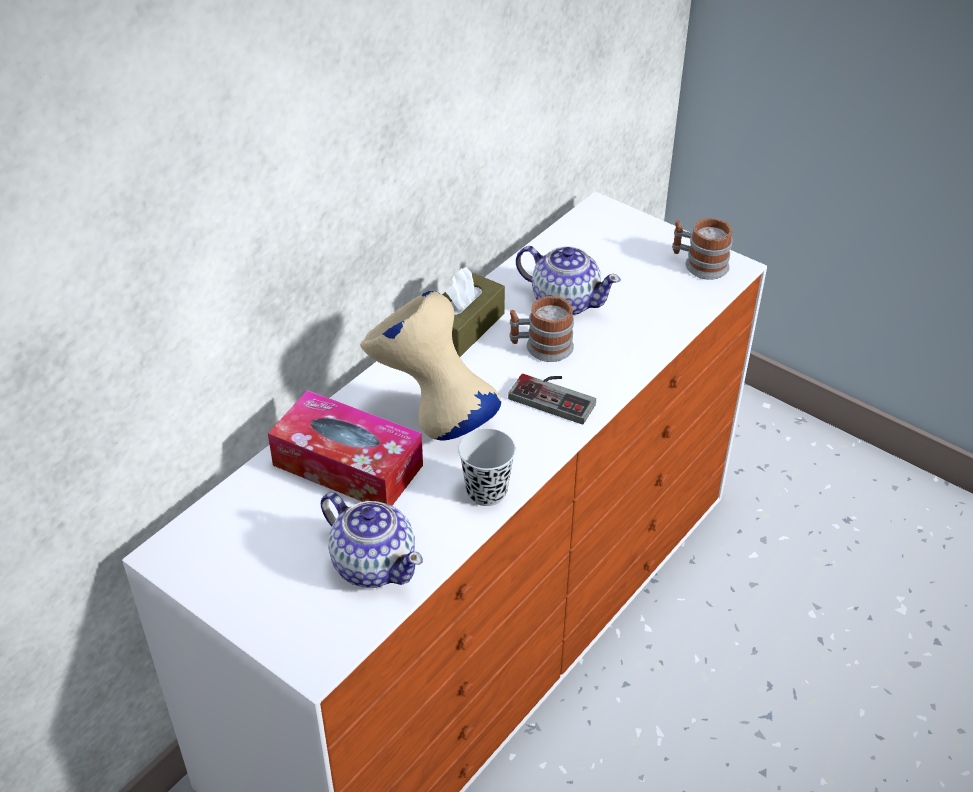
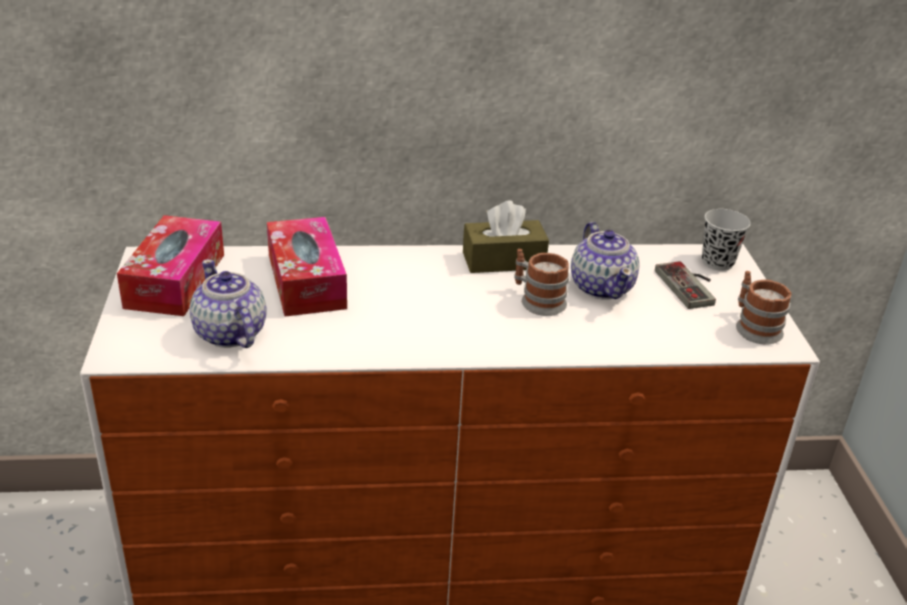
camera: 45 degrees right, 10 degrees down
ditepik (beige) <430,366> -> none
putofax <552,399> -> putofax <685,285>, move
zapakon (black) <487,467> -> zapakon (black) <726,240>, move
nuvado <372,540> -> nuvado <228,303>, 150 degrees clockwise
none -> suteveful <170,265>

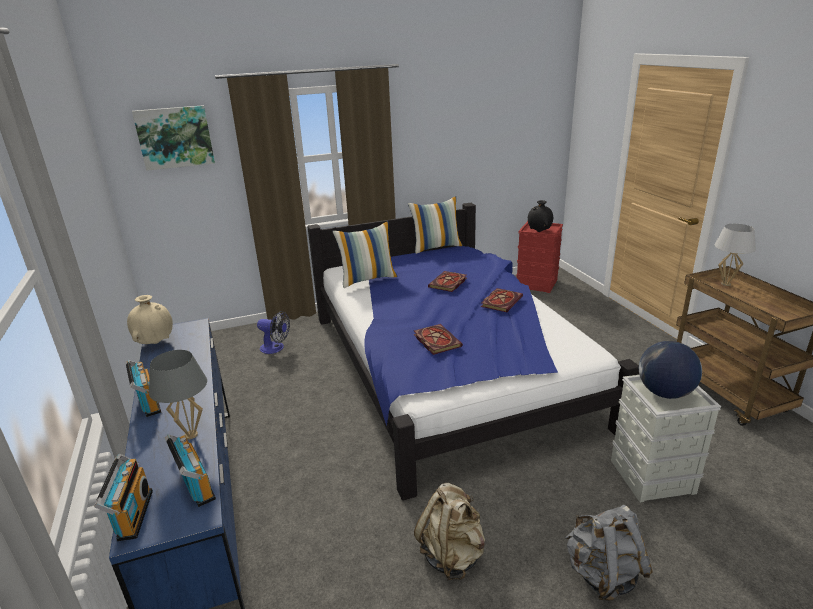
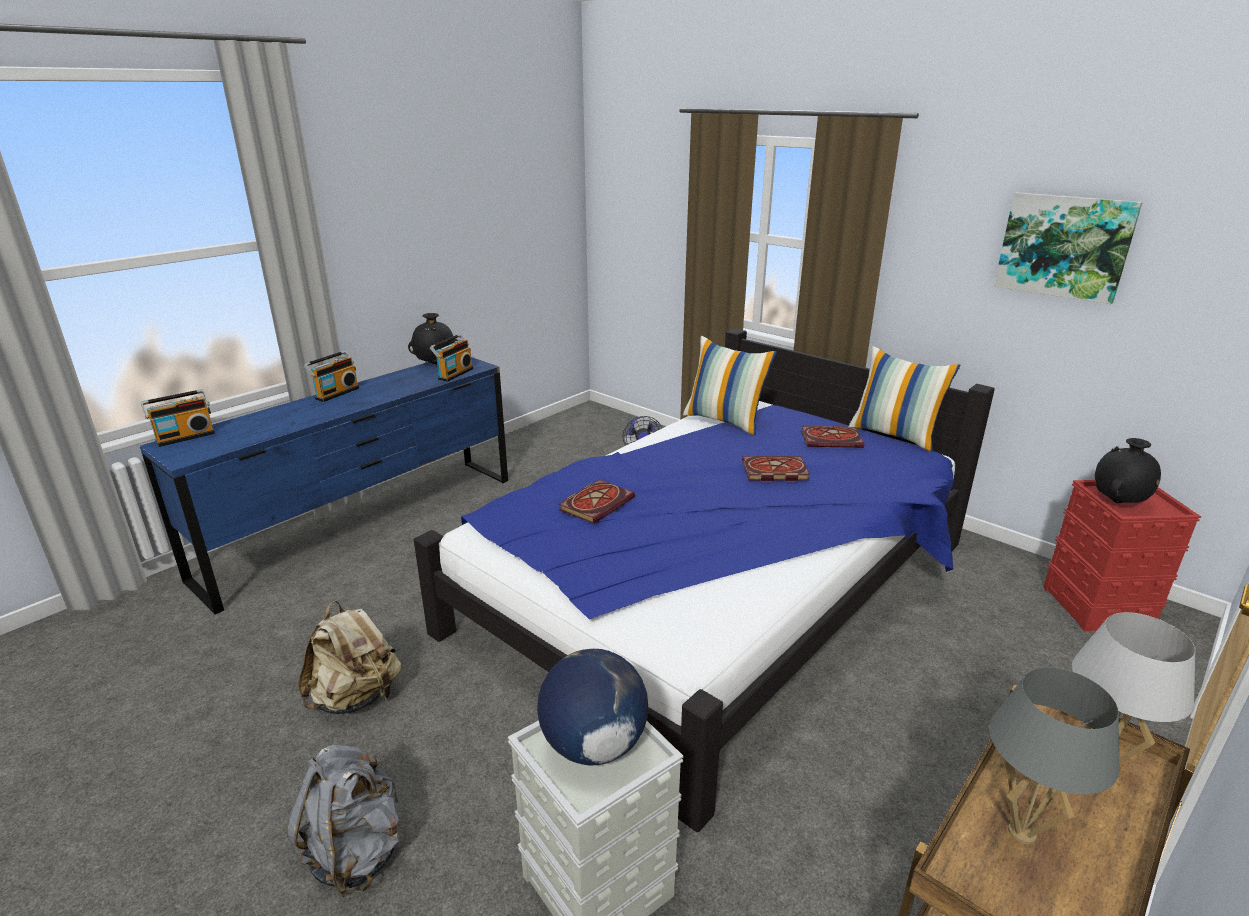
camera: 60 degrees right, 0 degrees up
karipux <173,138> -> karipux <1068,248>, move
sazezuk <502,300> -> sazezuk <832,437>, move
ditepik (beige) <150,319> -> ditepik (black) <433,339>
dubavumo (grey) <178,394> -> dubavumo (grey) <1054,755>, move
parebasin <190,470> -> parebasin <451,358>, move

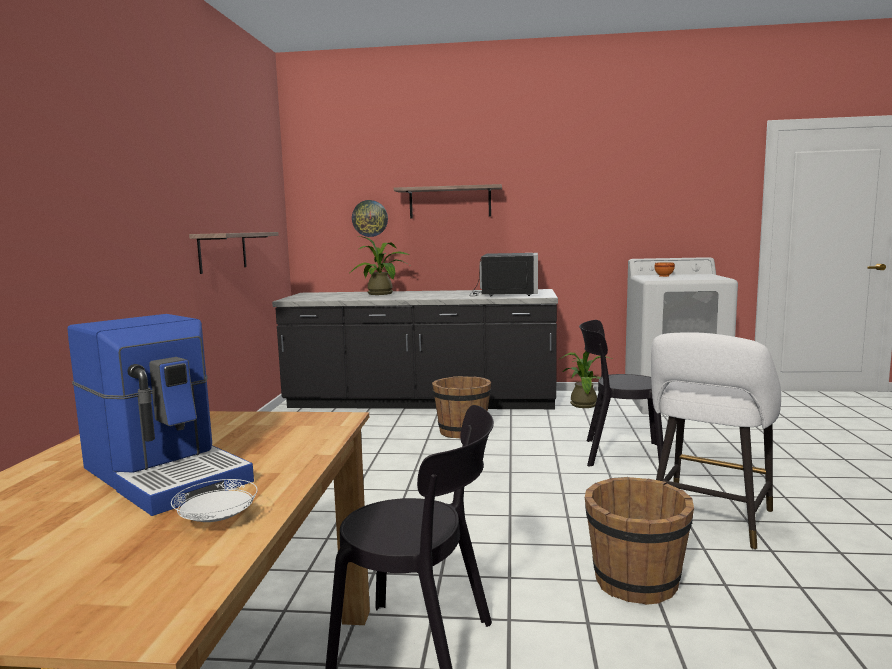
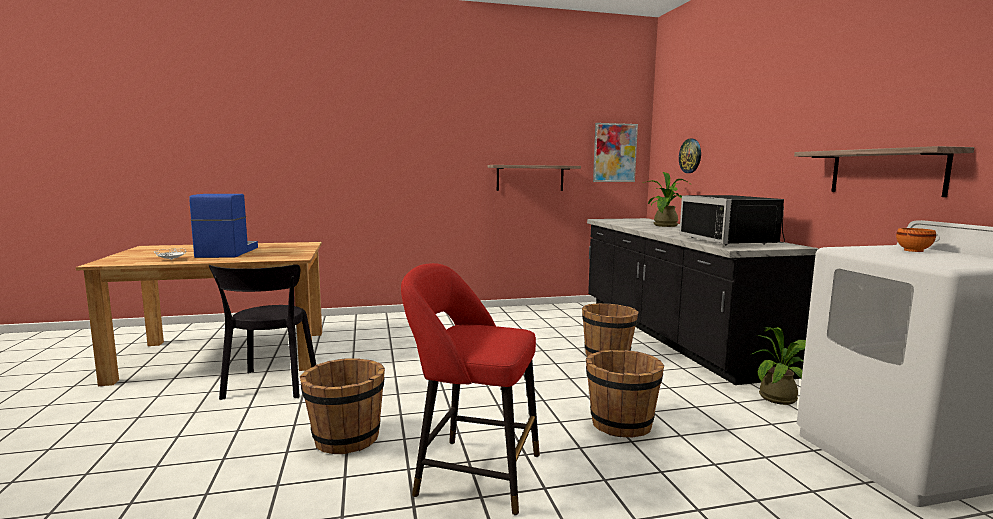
camera: 70 degrees right, 0 degrees up
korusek <448,201> -> korusek <884,171>, move
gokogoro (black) <503,274> -> gokogoro (black) <732,220>, 90 degrees clockwise
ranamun <161,415> -> ranamun <223,226>, 150 degrees clockwise
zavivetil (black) <621,393> -> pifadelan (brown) <625,393>
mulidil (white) <716,441> -> mulidil (red) <470,389>
none -> karipux <615,152>

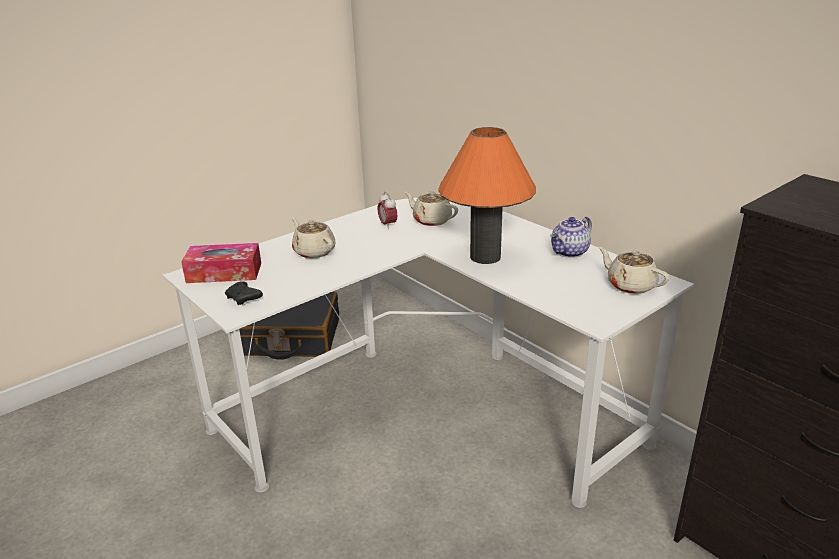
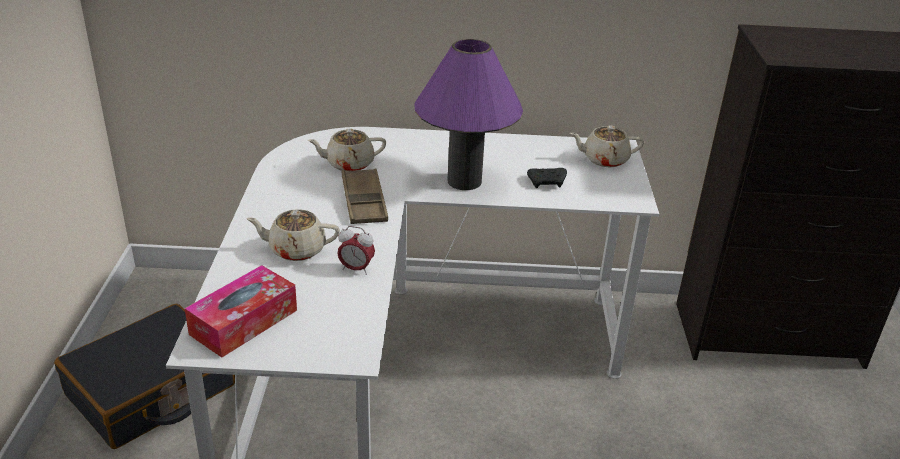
camera: 50 degrees left, 5 degrees up
dubavumo (orange) <487,195> -> dubavumo (purple) <468,114>
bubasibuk <387,210> -> bubasibuk <356,250>, move
nuvado <571,237> -> none
putofax (black) <244,293> -> putofax (black) <547,178>, move
none -> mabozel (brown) <365,196>

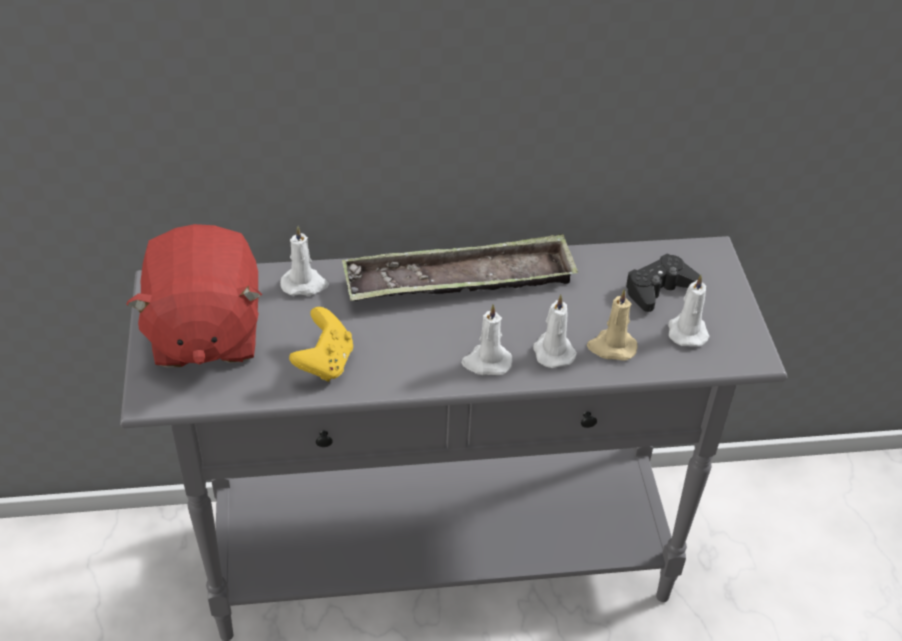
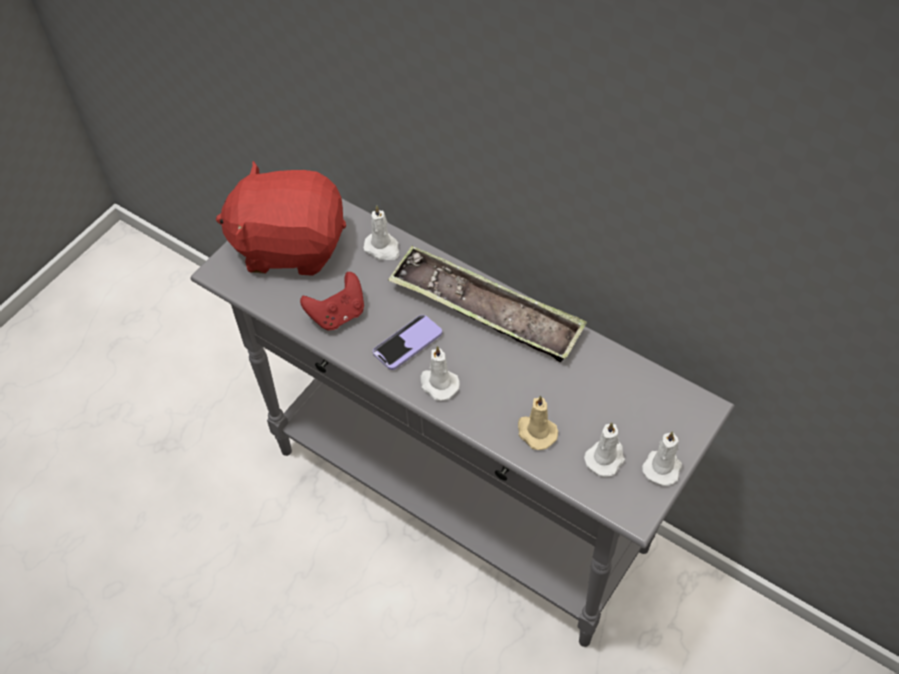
camera: 45 degrees right, 10 degrees up
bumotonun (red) <194,296> -> bumotonun (red) <281,218>, 60 degrees clockwise
putofax (black) <662,283> -> none
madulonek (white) <555,331> -> madulonek (white) <662,458>, move
putofax (yellow) <321,344> -> putofax (red) <332,301>
none -> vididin <407,342>

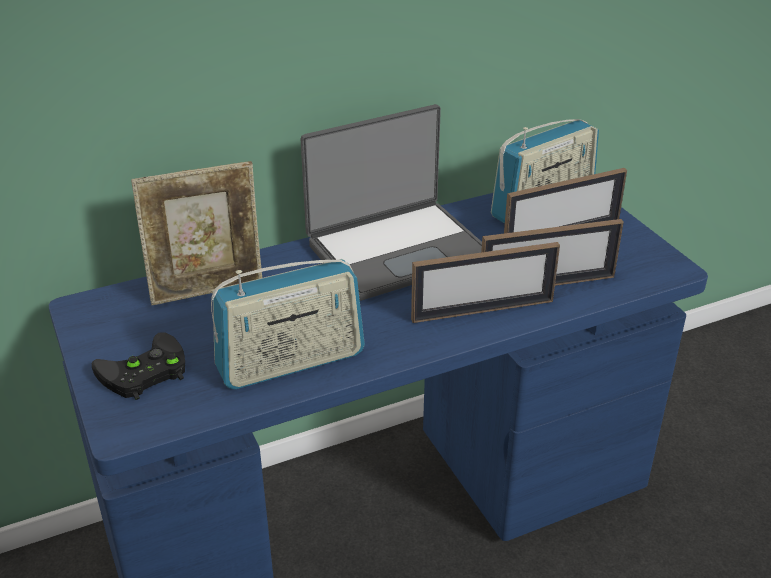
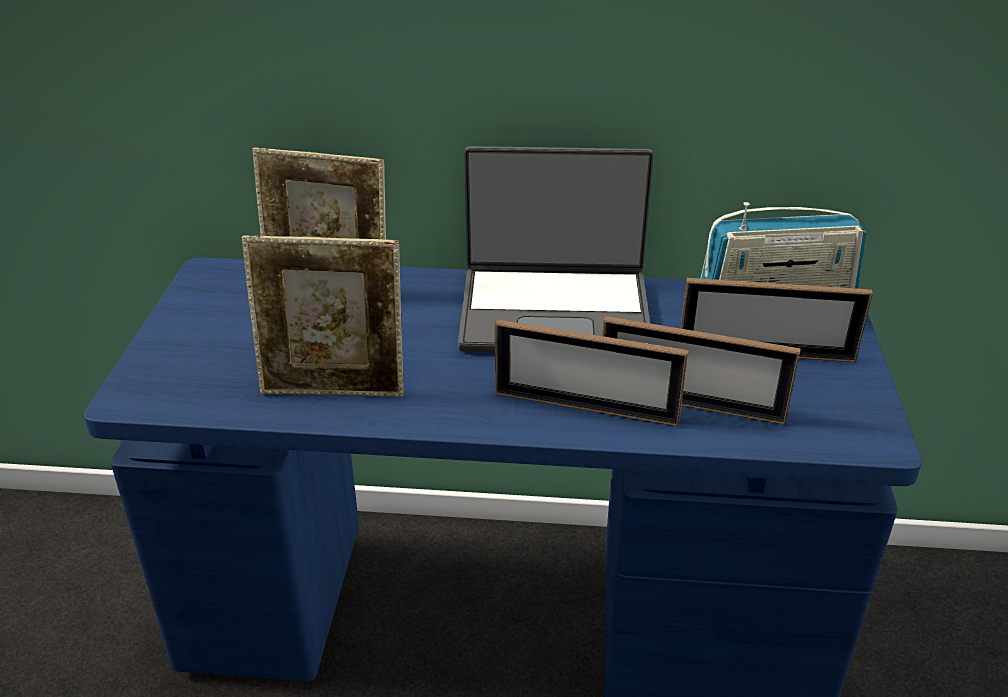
camera: 30 degrees right, 0 degrees up
parebasin <288,324> -> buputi <323,316>
putofax (black) <138,366> -> none

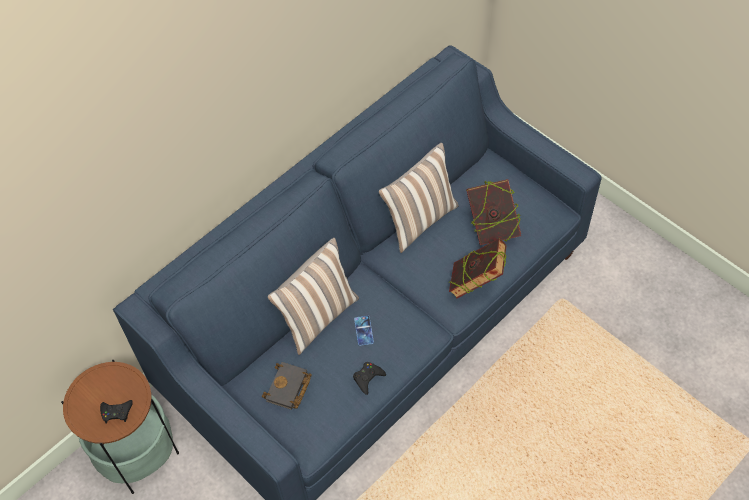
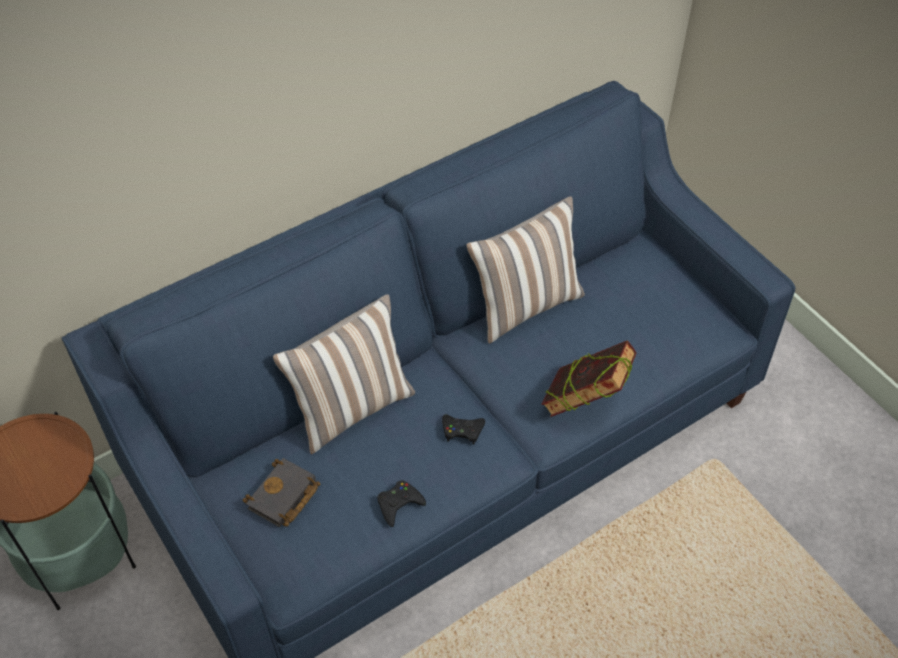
camera: 10 degrees right, 5 degrees down
sazezuk <493,212> -> none
vididin <364,331> -> none
putofax (black) <116,411> -> putofax (black) <463,429>, move

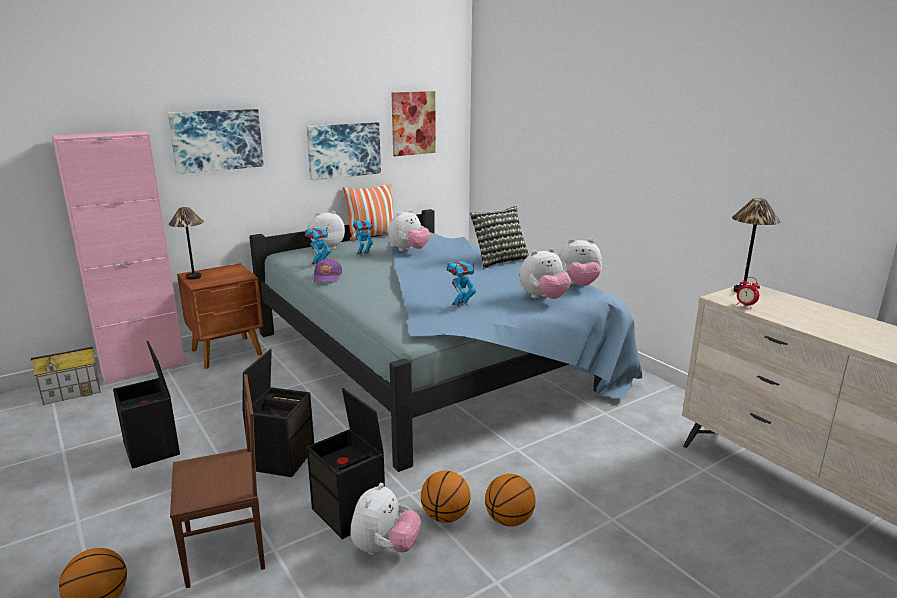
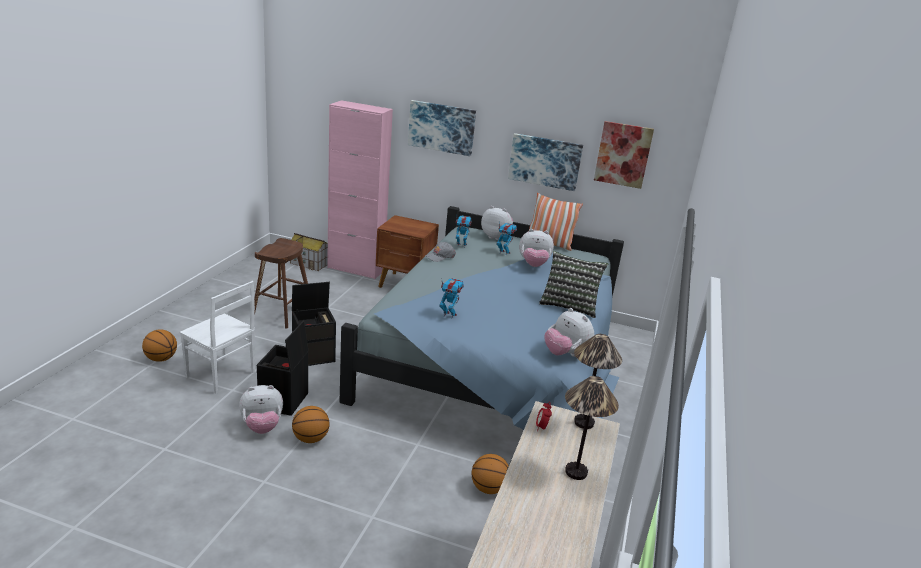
camera: 50 degrees right, 5 degrees up
dubavumo <186,243> -> dubavumo <592,428>, move
bumotonun <545,273> -> none
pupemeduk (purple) <327,270> -> pupemeduk (grey) <440,252>
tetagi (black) <146,405> -> mulidil (brown) <281,283>
zavivetil (brown) <217,481> -> zavivetil (white) <217,337>
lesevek <510,500> -> lesevek <490,474>, move

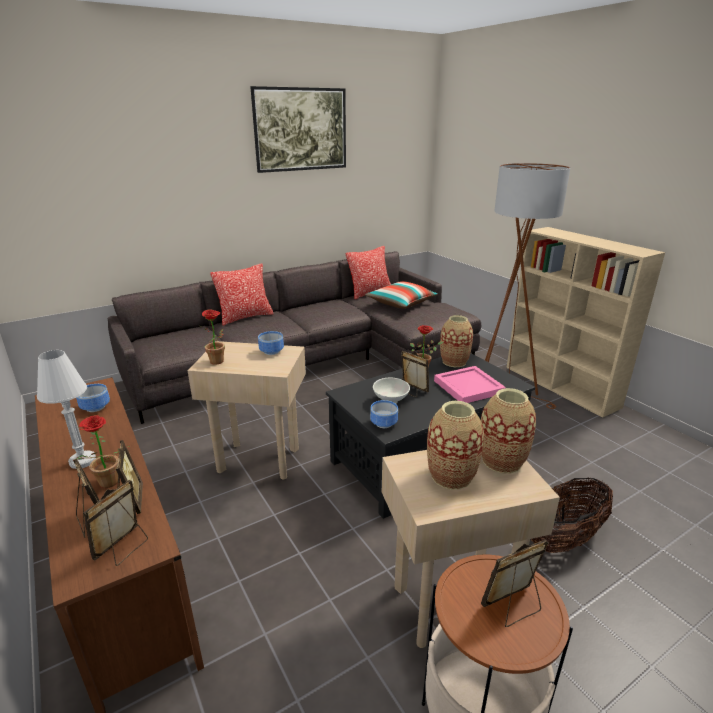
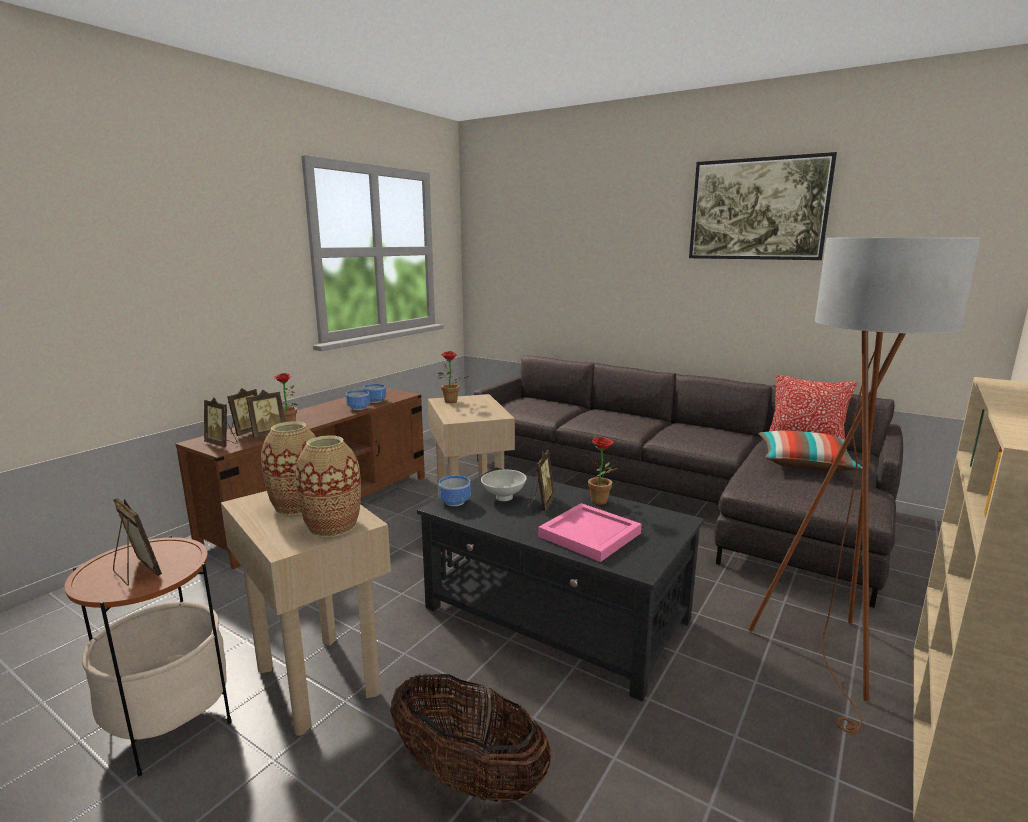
camera: 65 degrees right, 10 degrees down
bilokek <241,294> -> none
ditepik <456,341> -> none
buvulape <271,343> -> buvulape <358,400>, move
dubavumo (white) <66,409> -> none
buputi <115,523> -> buputi <221,422>, 150 degrees counterclockwise

